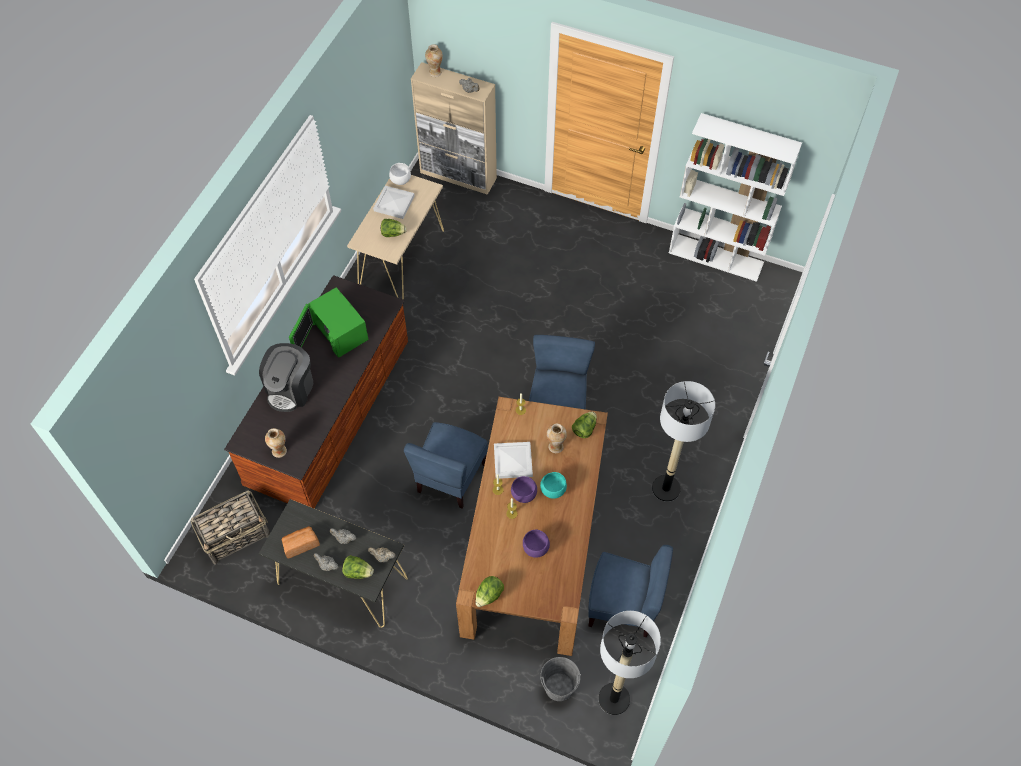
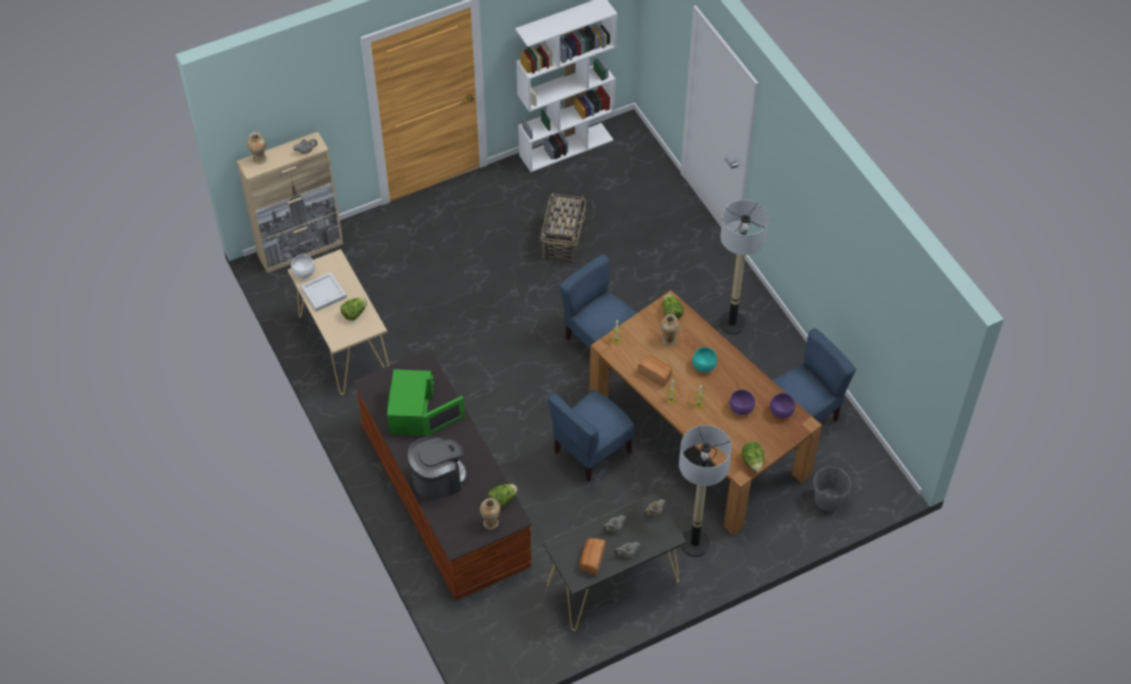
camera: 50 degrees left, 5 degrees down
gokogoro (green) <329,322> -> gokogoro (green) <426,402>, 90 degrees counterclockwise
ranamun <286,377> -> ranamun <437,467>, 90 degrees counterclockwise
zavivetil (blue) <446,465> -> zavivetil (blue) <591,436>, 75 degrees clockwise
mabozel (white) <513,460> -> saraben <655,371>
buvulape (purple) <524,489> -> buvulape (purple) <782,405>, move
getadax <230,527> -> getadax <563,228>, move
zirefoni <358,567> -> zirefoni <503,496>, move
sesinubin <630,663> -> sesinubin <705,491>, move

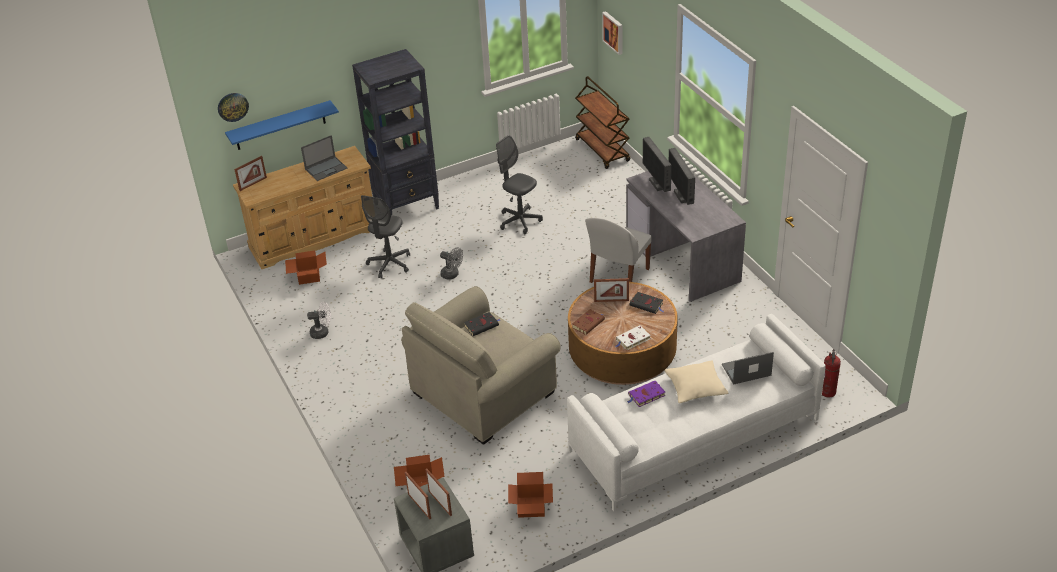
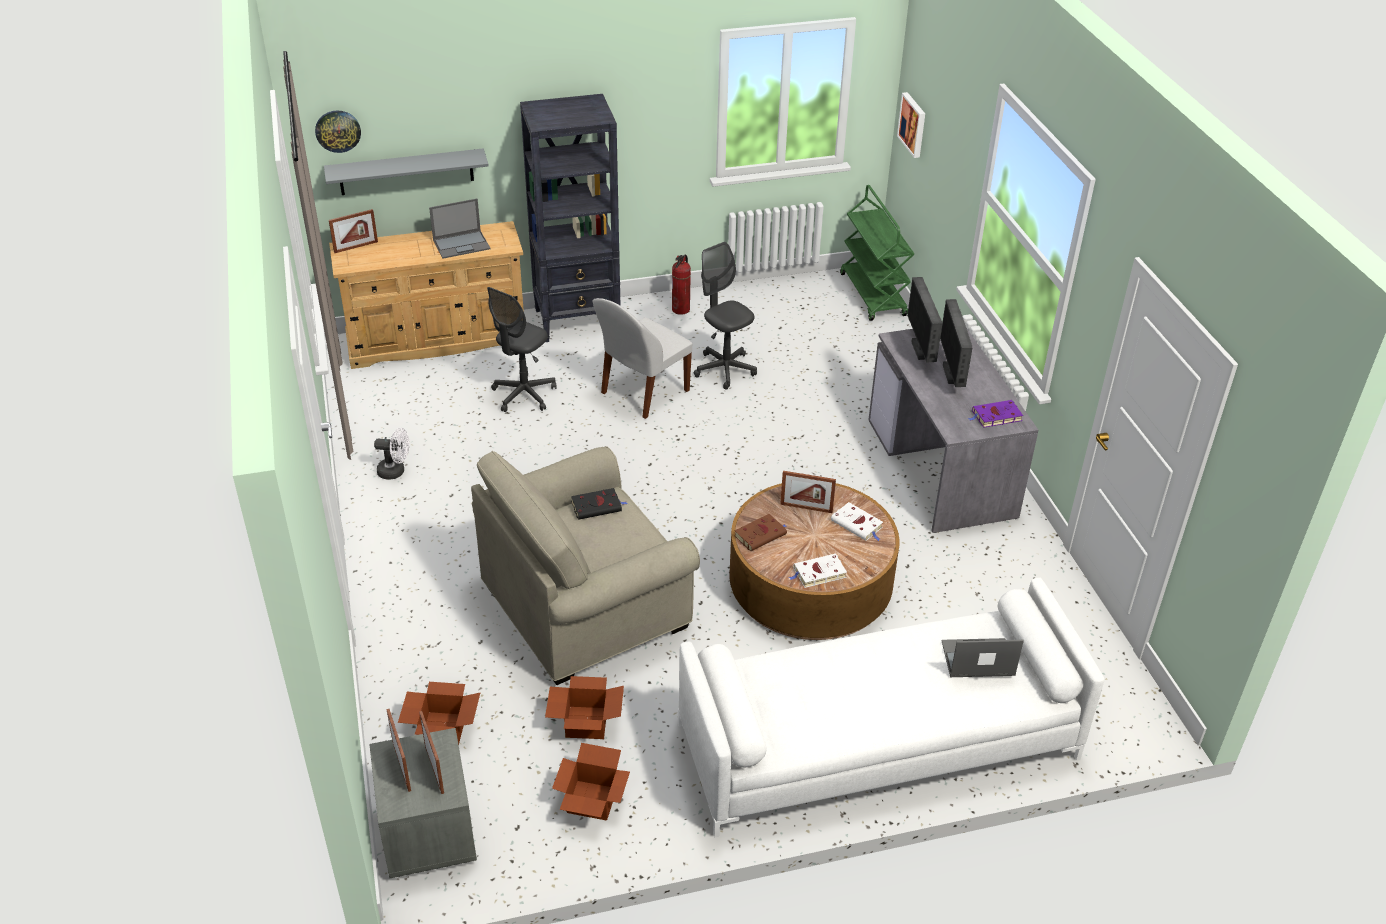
camera: 10 degrees right, 0 degrees up
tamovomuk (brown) <602,122> -> tamovomuk (green) <877,253>
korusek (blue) <282,125> -> korusek (grey) <406,172>
zavivetil (white) <618,250> -> zavivetil (white) <642,358>, move
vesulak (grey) <451,263> -> none
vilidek <306,267> -> vilidek <584,707>, move
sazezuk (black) <646,303> -> sazezuk (white) <857,521>
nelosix <831,373> -> nelosix <681,285>, move
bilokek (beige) <696,381> -> none
sazezuk (purple) <646,394> -> sazezuk (purple) <995,414>, move

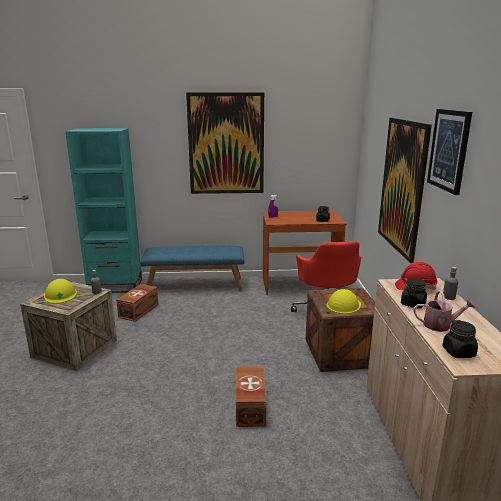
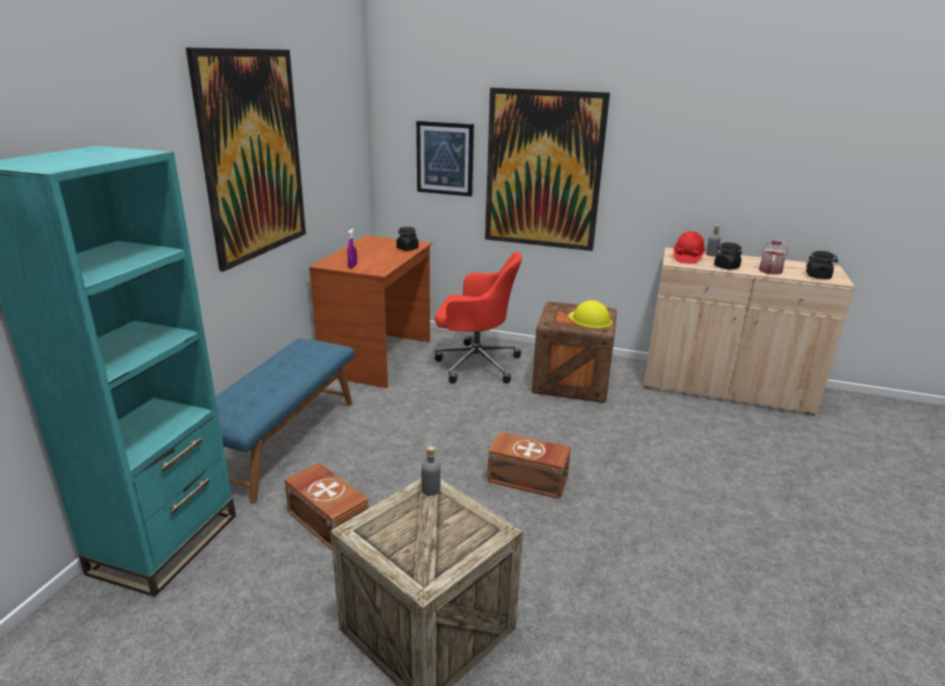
camera: 70 degrees left, 5 degrees up
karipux <449,152> -> karipux <445,159>, move
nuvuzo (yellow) <60,291> -> none
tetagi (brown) <251,396> -> tetagi (brown) <529,465>, move

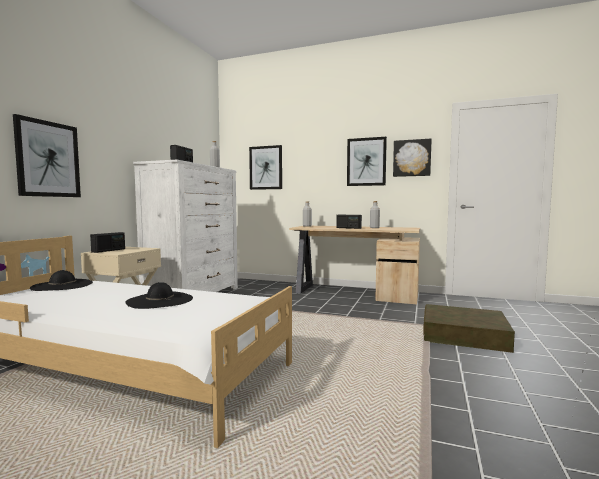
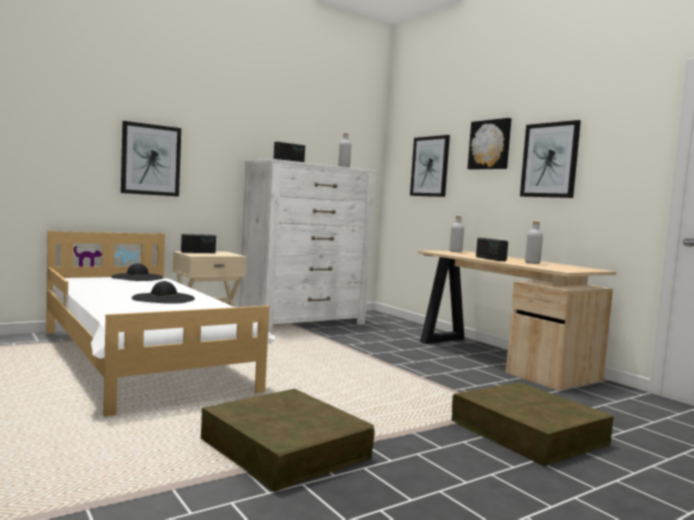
camera: 35 degrees right, 0 degrees up
karipux <412,158> -> karipux <489,144>, move
none -> tetagi (brown) <288,440>

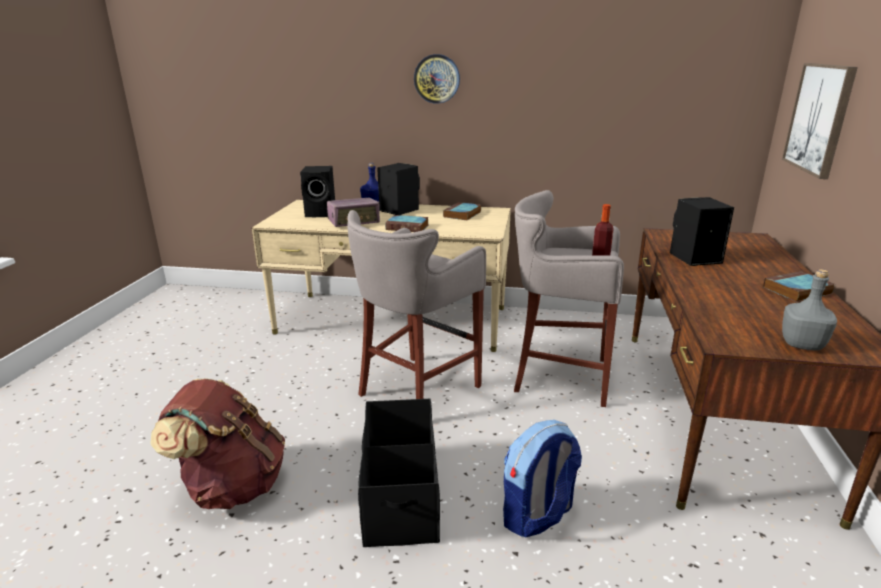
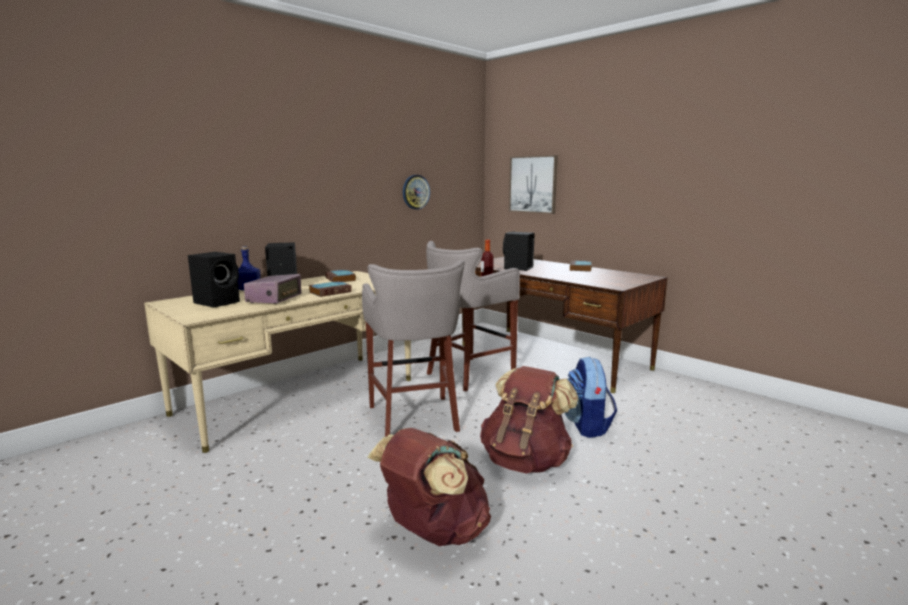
camera: 55 degrees left, 10 degrees down
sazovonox <437,79> -> sazovonox <416,192>, move
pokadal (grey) <809,309> -> none
tetagi (black) <399,473> -> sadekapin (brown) <529,420>

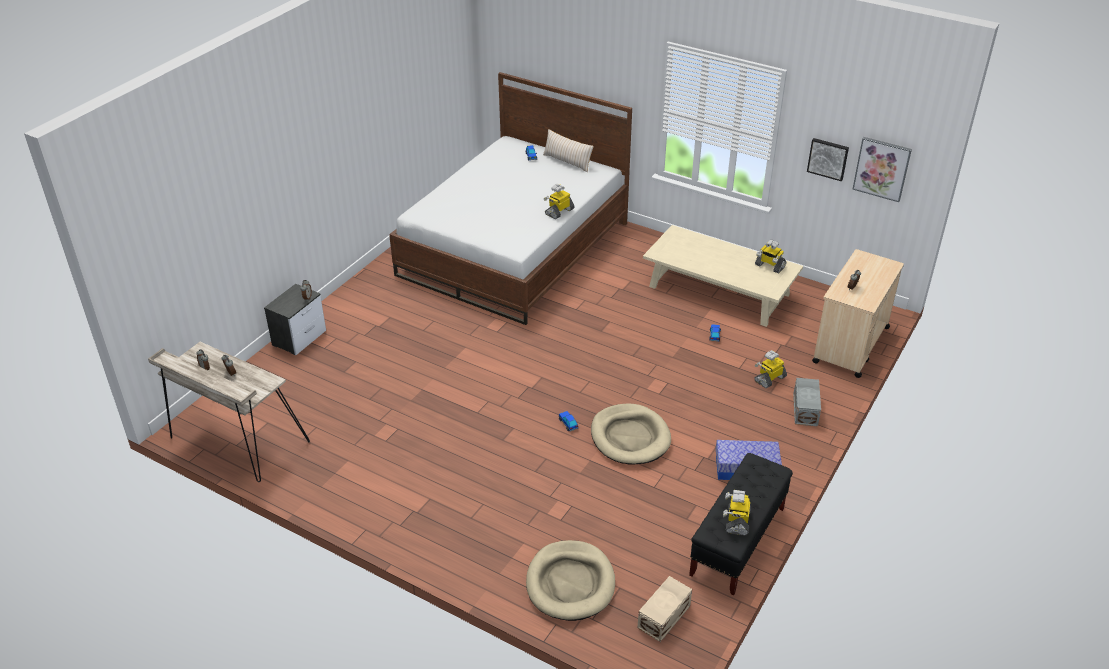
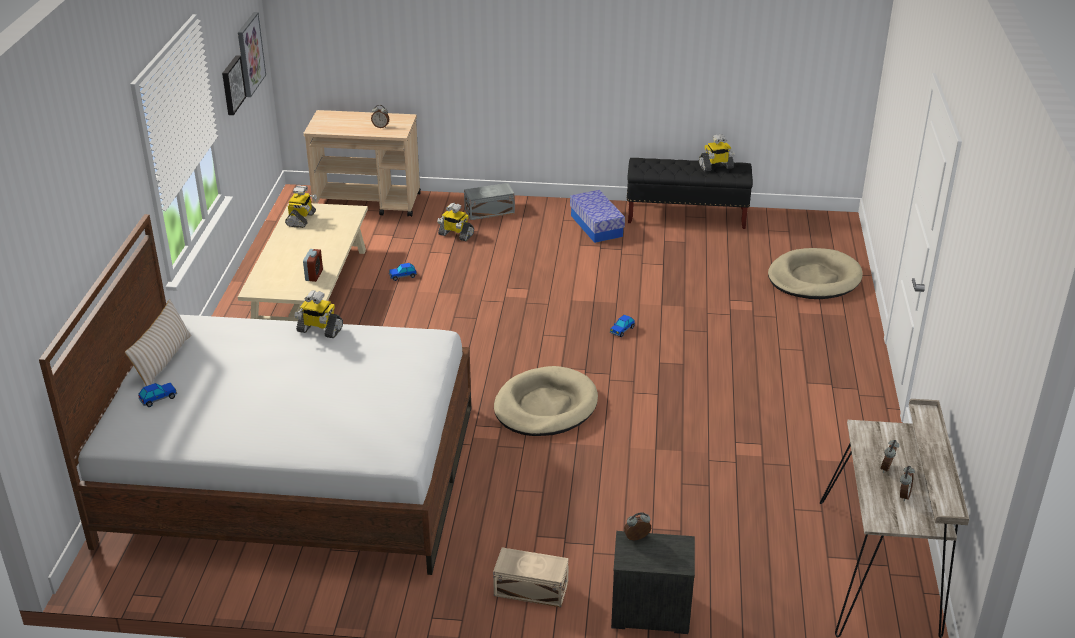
camera: 115 degrees left, 5 degrees down
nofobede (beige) <631,434> -> nofobede (beige) <546,401>, move
tetagi (beige) <664,609> -> tetagi (beige) <531,577>, move
none -> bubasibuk <313,265>

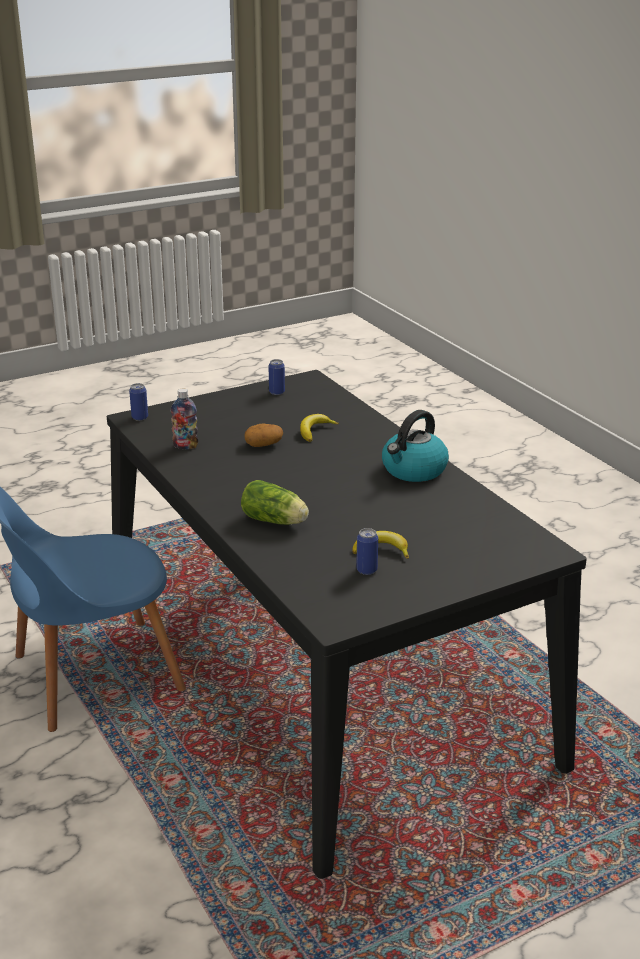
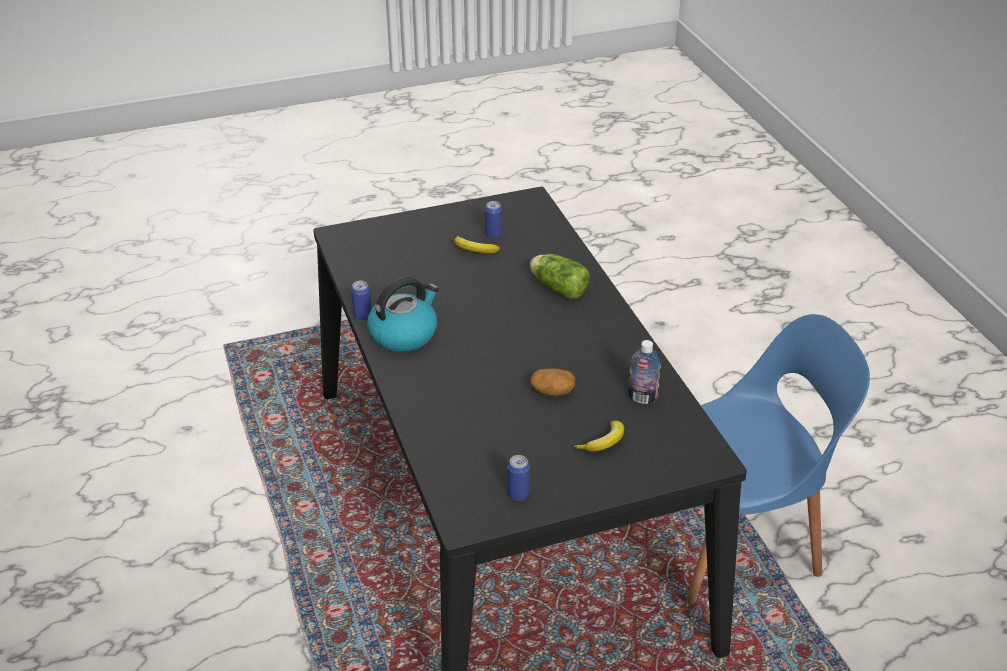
camera: 170 degrees left, 10 degrees up
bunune <138,402> -> bunune <361,301>, move
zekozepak <319,428> -> zekozepak <599,436>, move

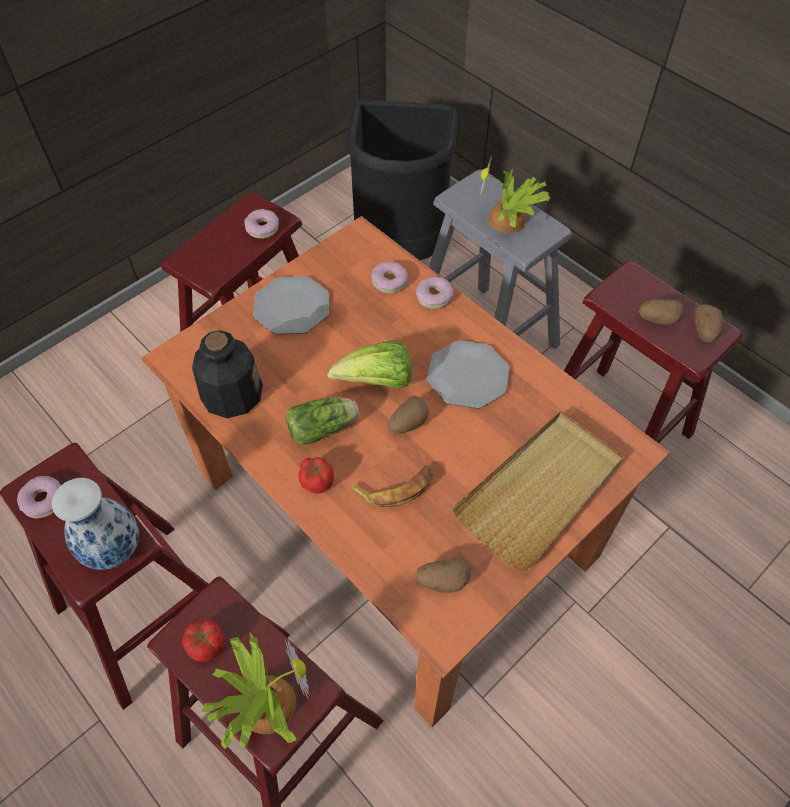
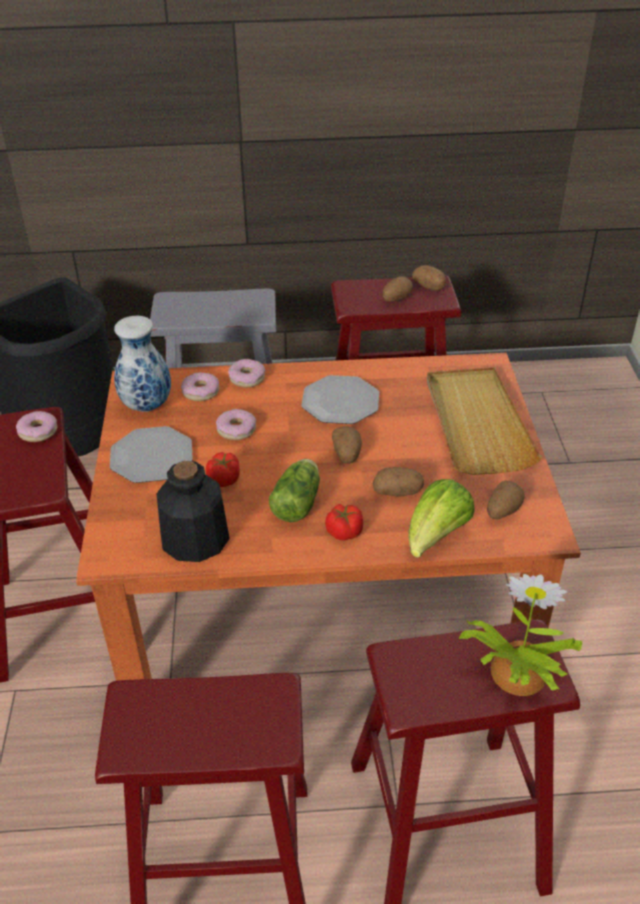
camera: 50 degrees left, 15 degrees down
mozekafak <515,194> -> none
zirefoni <369,364> -> zirefoni <441,518>, move
zekozepak <391,486> -> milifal <398,482>
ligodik <39,497> -> ligodik <236,424>, move
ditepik <95,524> -> ditepik <142,364>, move
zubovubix <204,641> -> zubovubix <223,469>, move

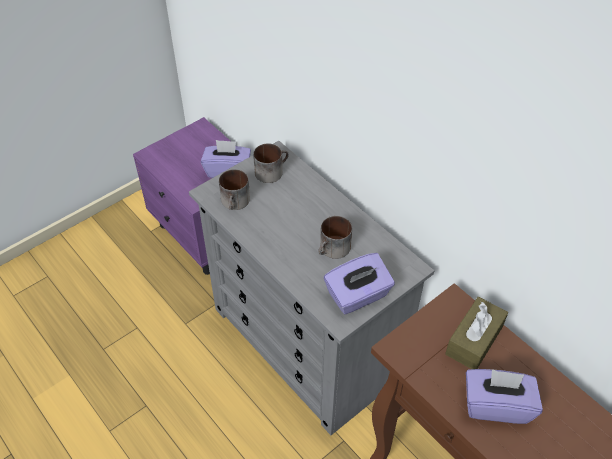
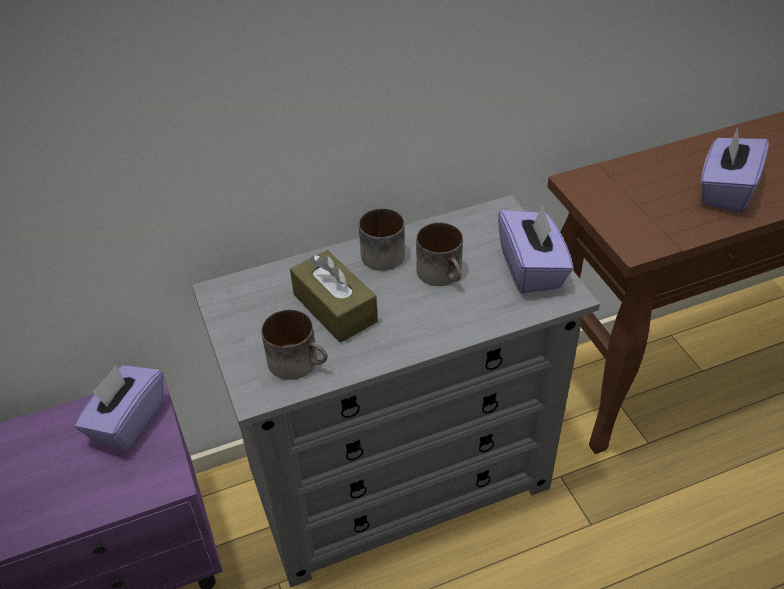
camera: 70 degrees left, 5 degrees down
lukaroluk <271,163> -> lukaroluk <382,239>, move
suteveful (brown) <476,333> -> suteveful (brown) <334,296>, move

